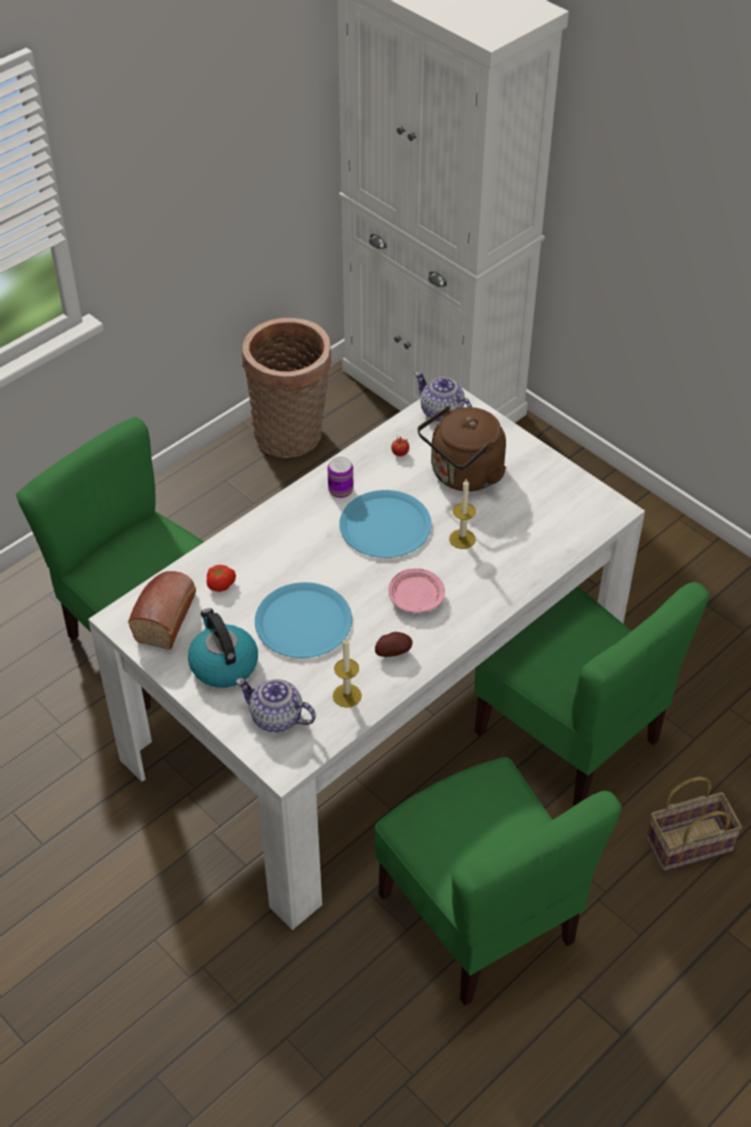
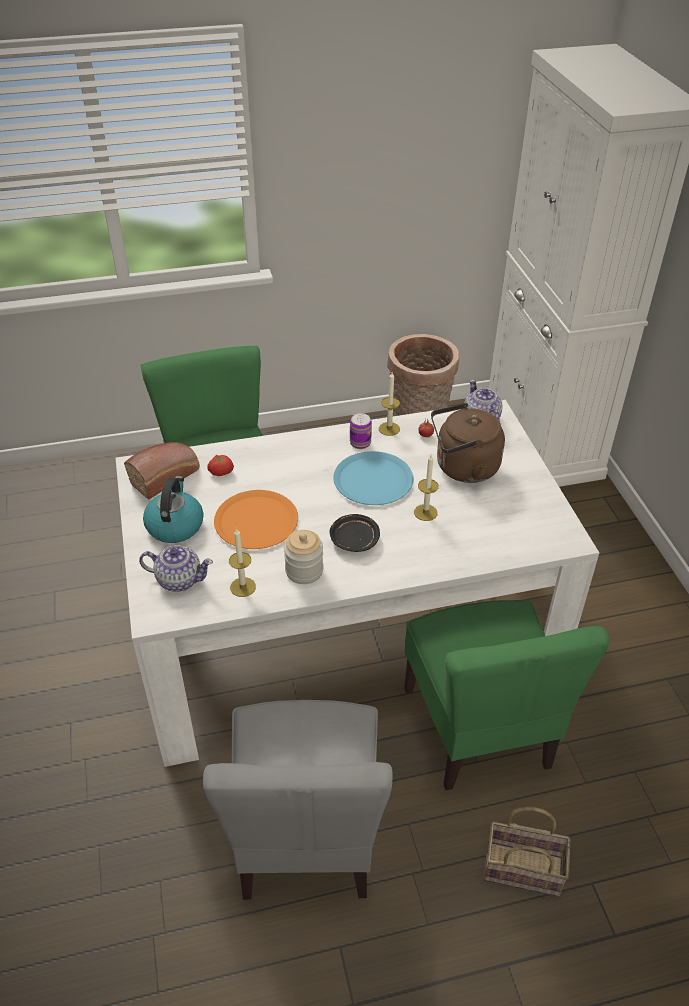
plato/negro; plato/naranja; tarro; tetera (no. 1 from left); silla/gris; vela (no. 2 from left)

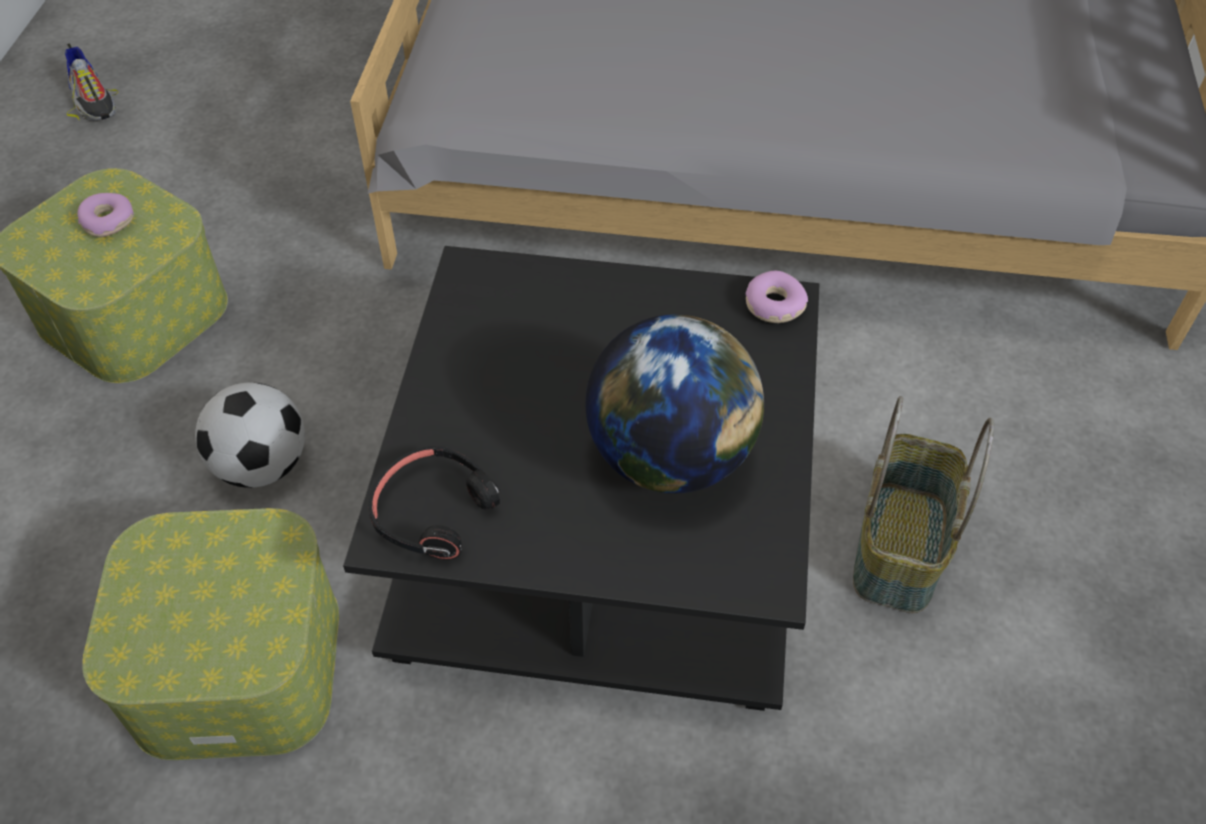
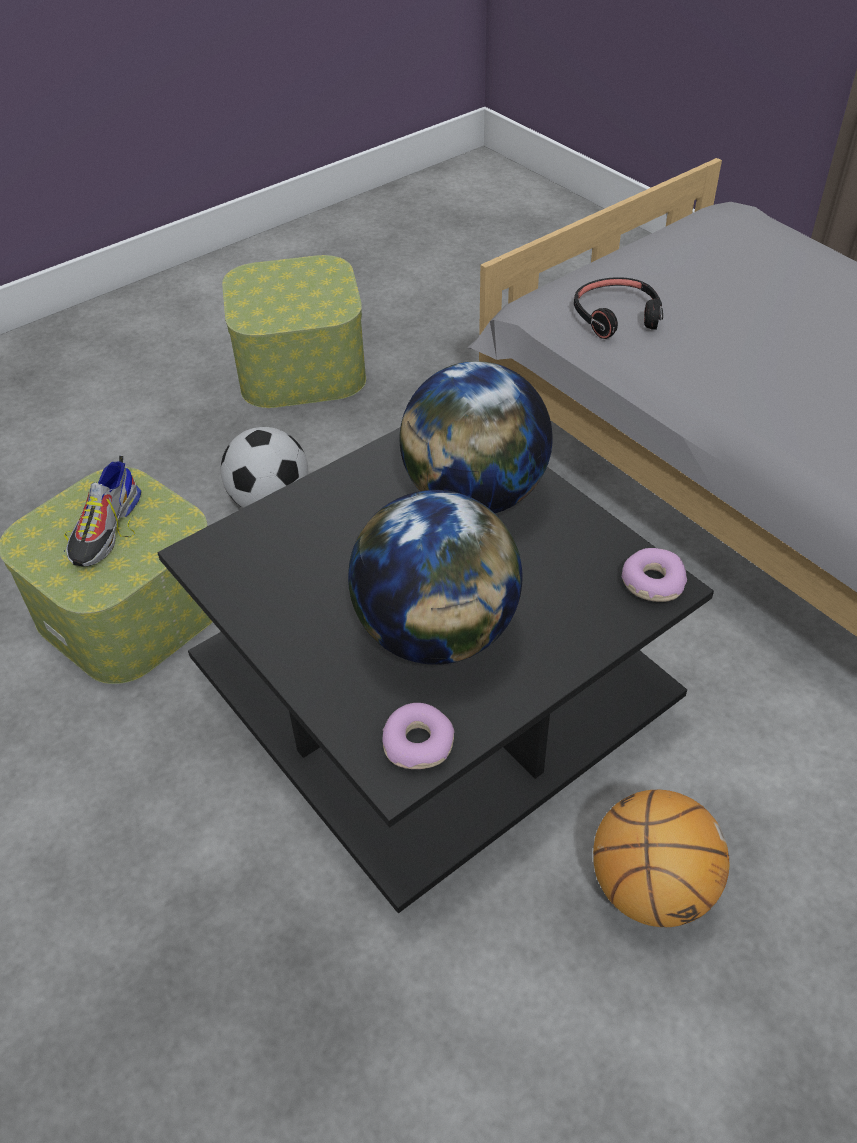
zapato; rosquilla (no. 1 from left); balón de baloncesto; auriculares/negro; globo terráqueo (no. 2 from left)

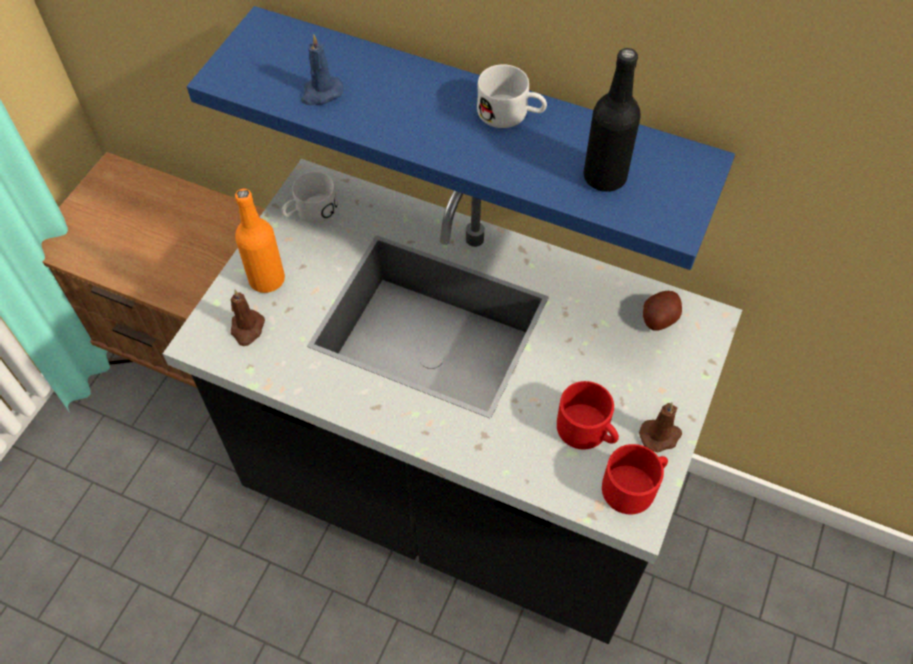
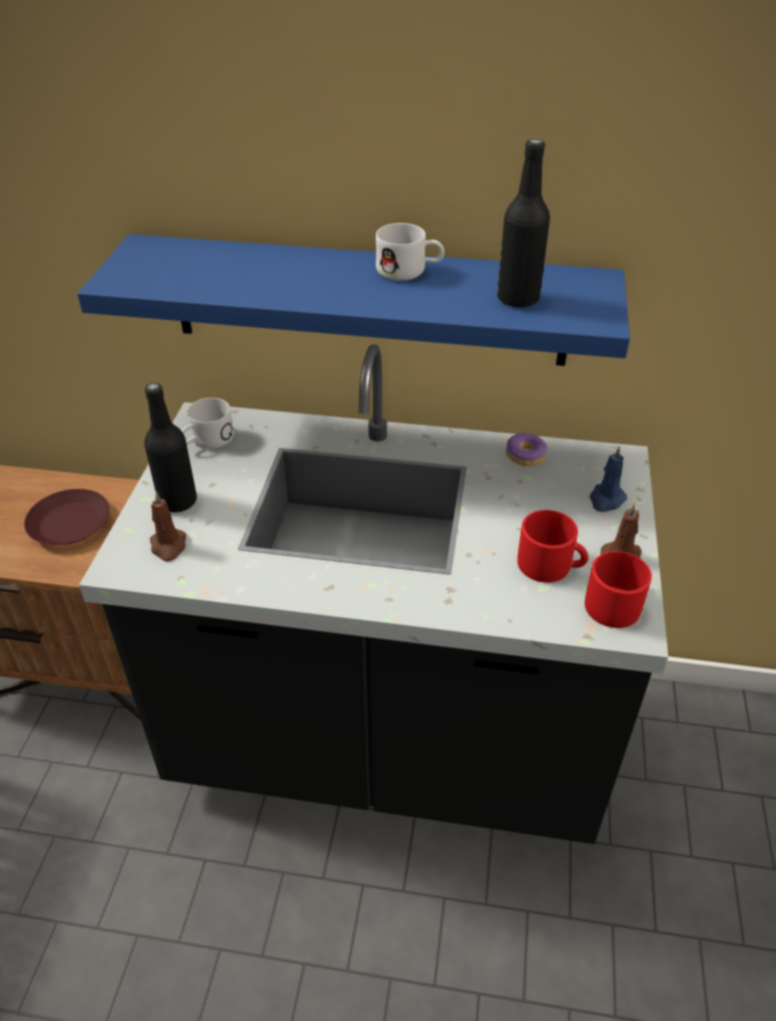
vela/azul; botella/negro (no. 1 from left); patata; rosquilla; plato/marrón

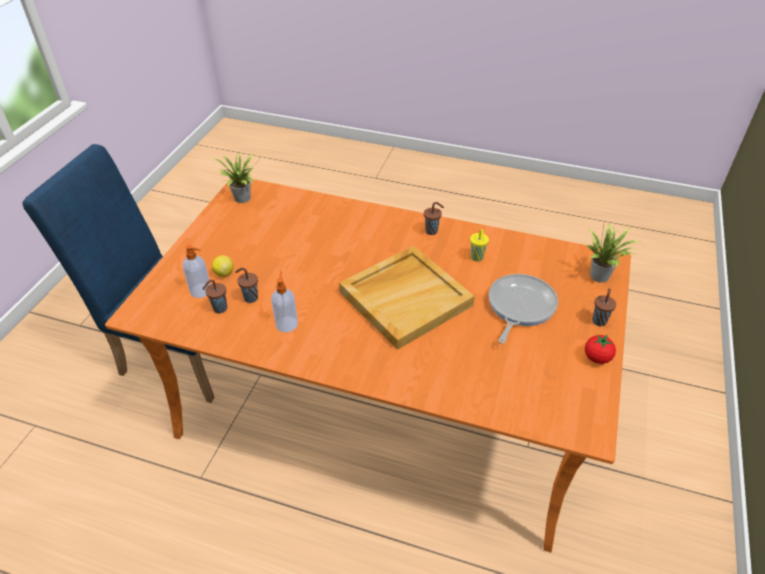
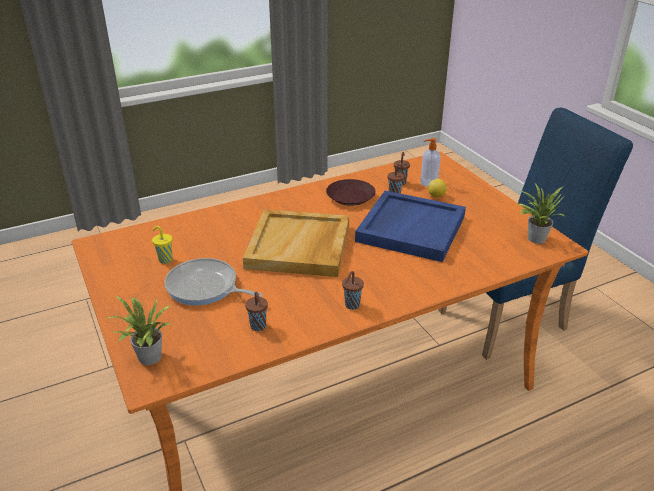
taza/amarillo; plato/marrón; sartén; taza/marrón (no. 1 from left); tomate; bandeja/azul

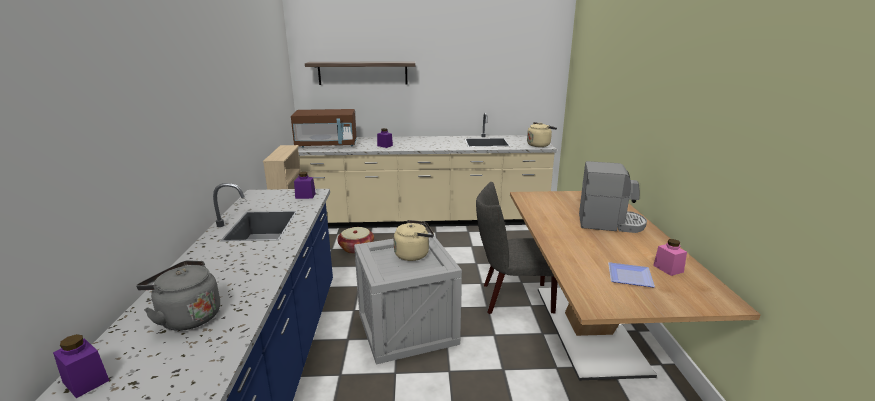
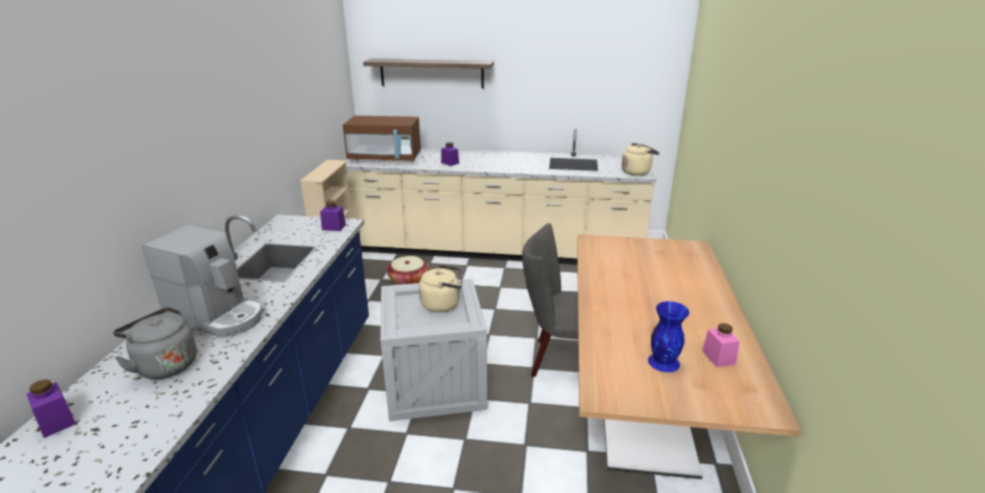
cafetera; florero/azul

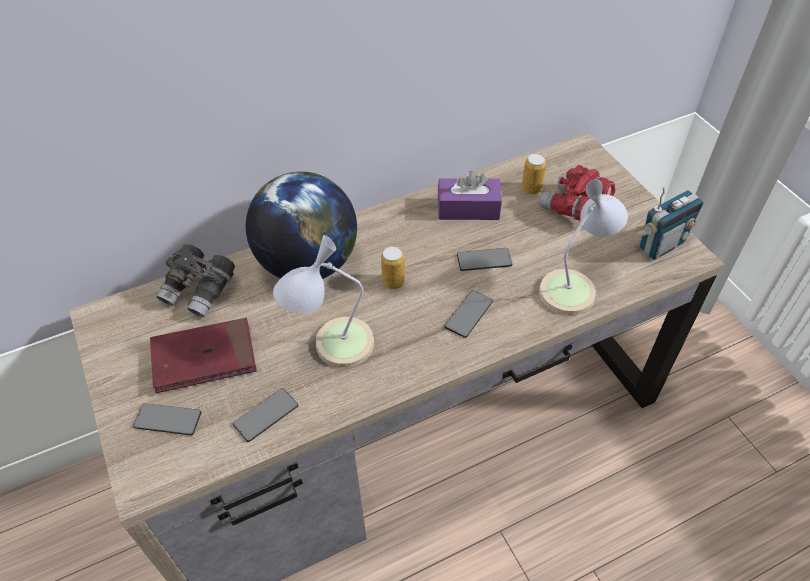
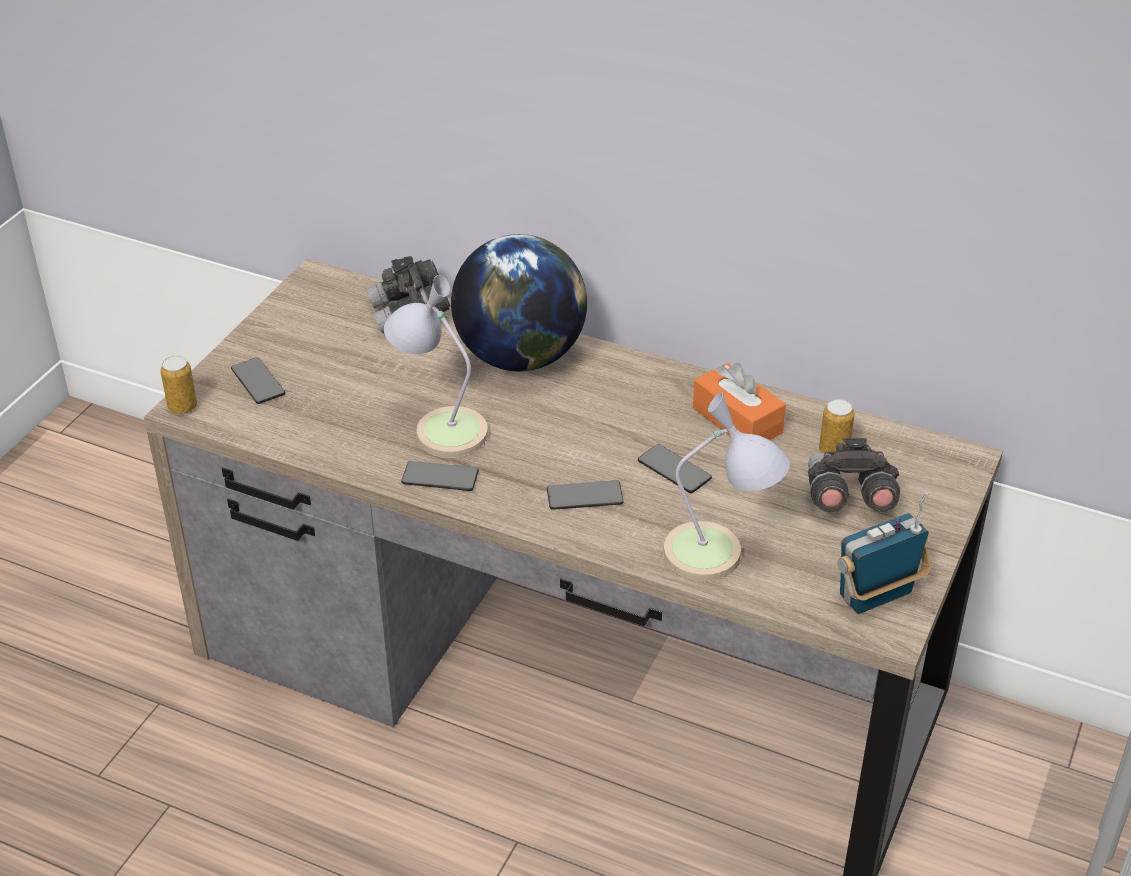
prismáticos/gris (no. 2 from left); caja de pañuelos/naranja; radio; lata (no. 1 from left); libro/rojo; móvil (no. 2 from left)

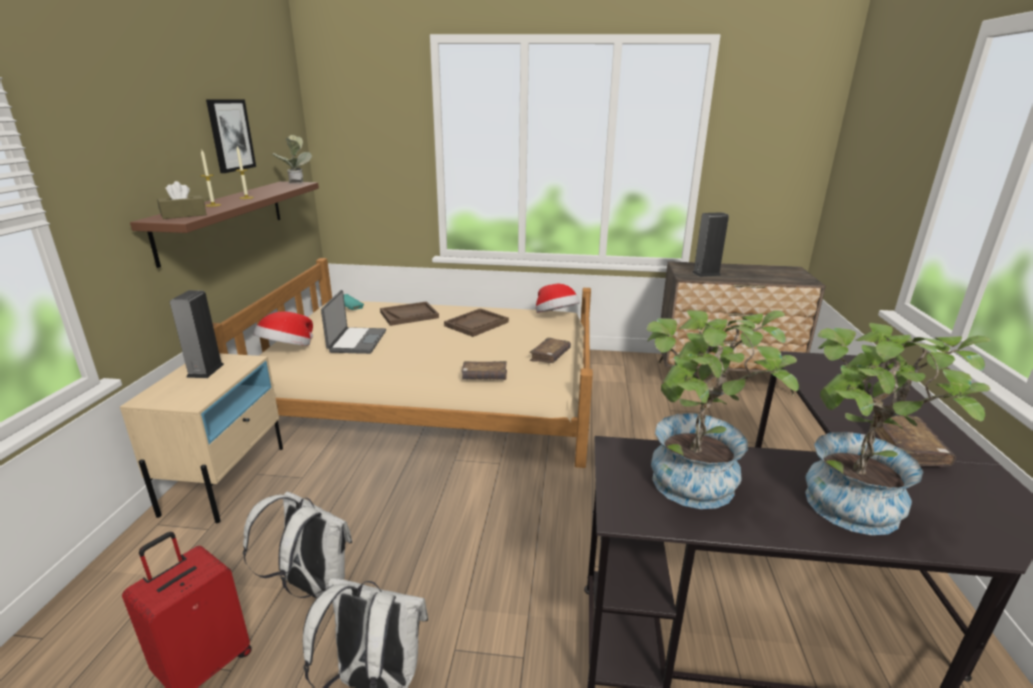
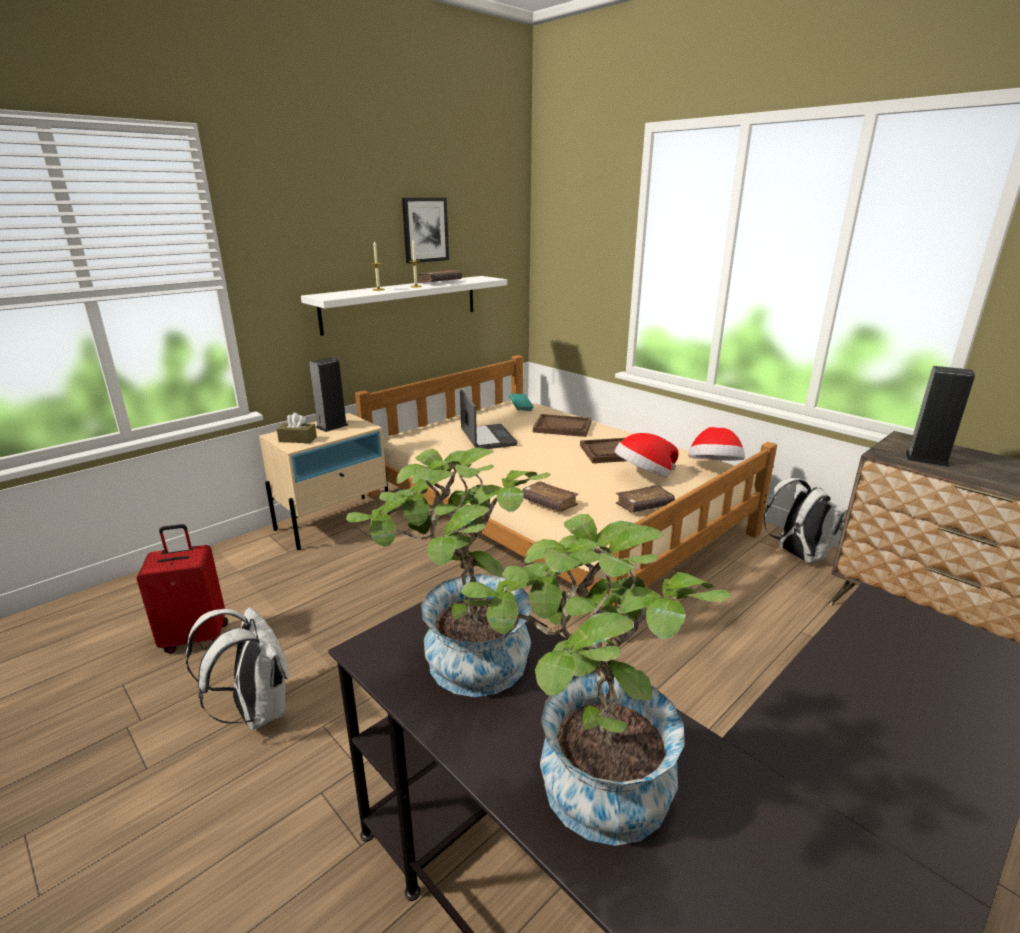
planta en maceta (no. 1 from left in the first image); estante/blanco; caja de pañuelos/marrón; portátil; sombrero (no. 1 from left); libro/marrón (no. 1 from left); mochila/blanco (no. 2 from left)

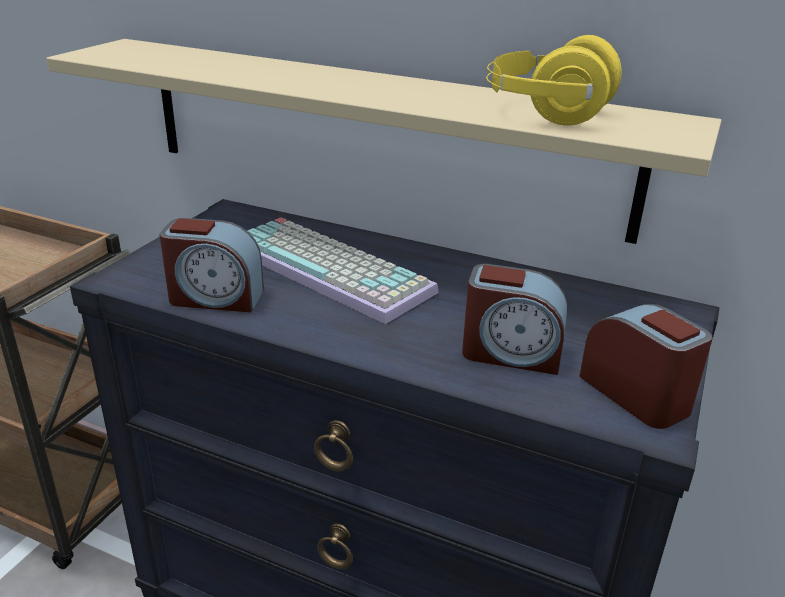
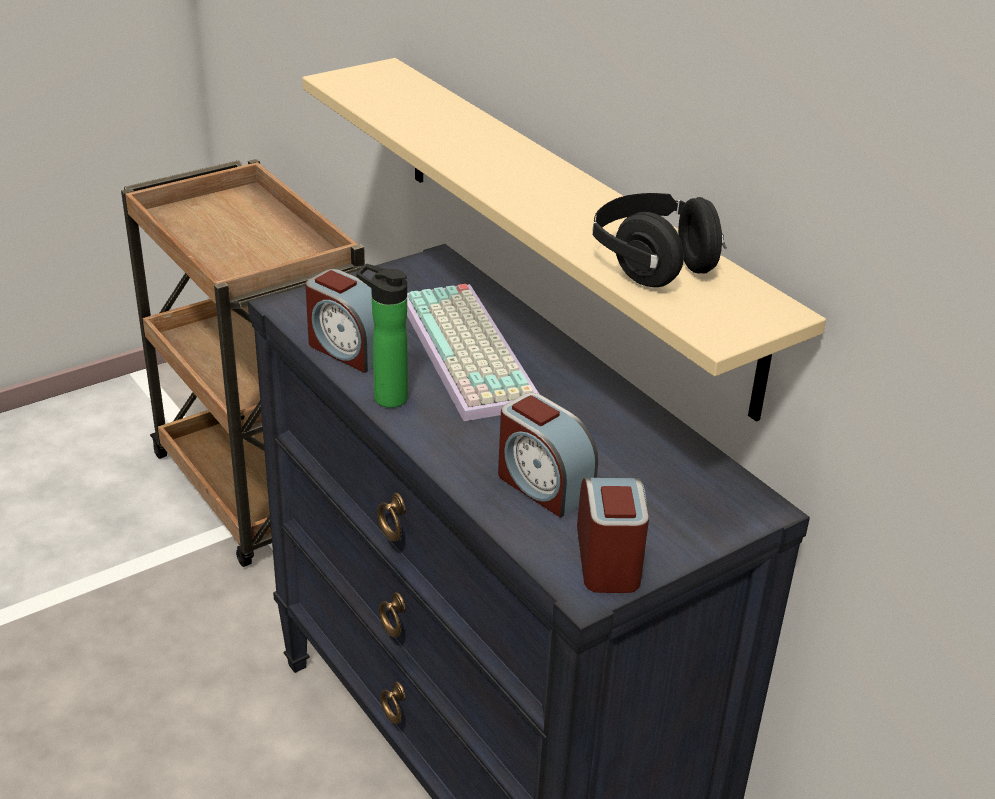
auriculares/negro; botella

